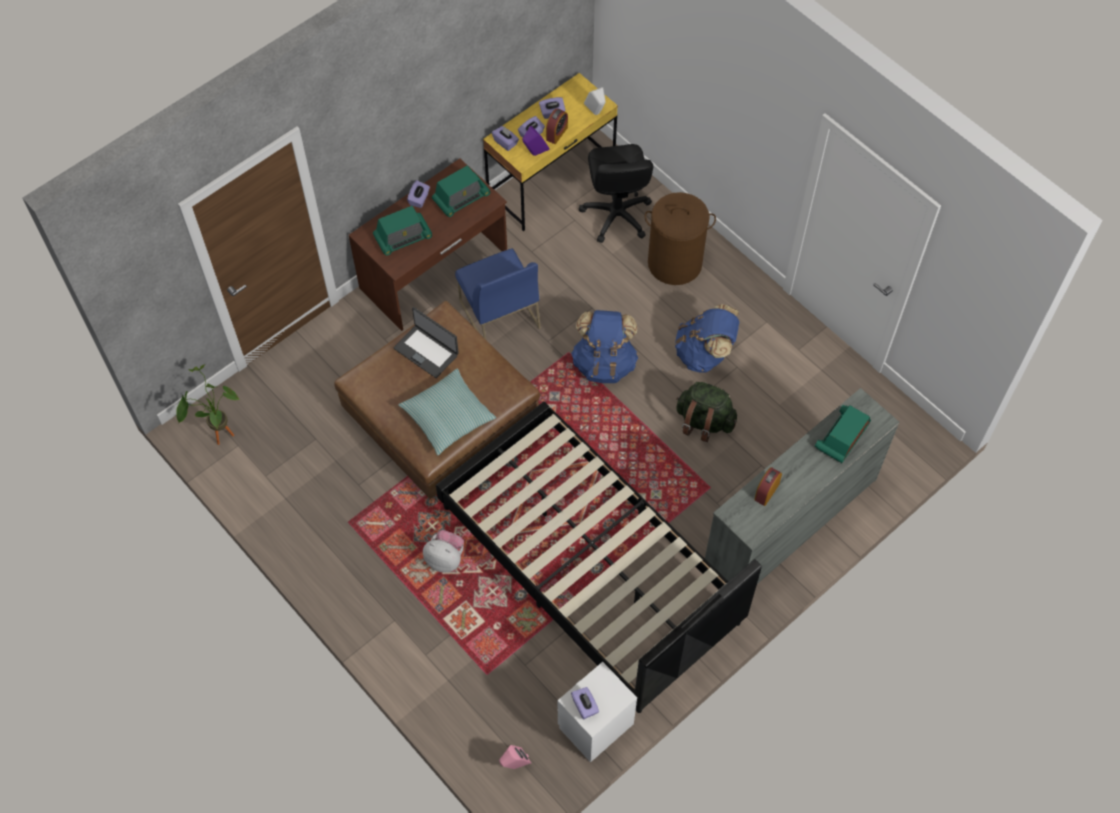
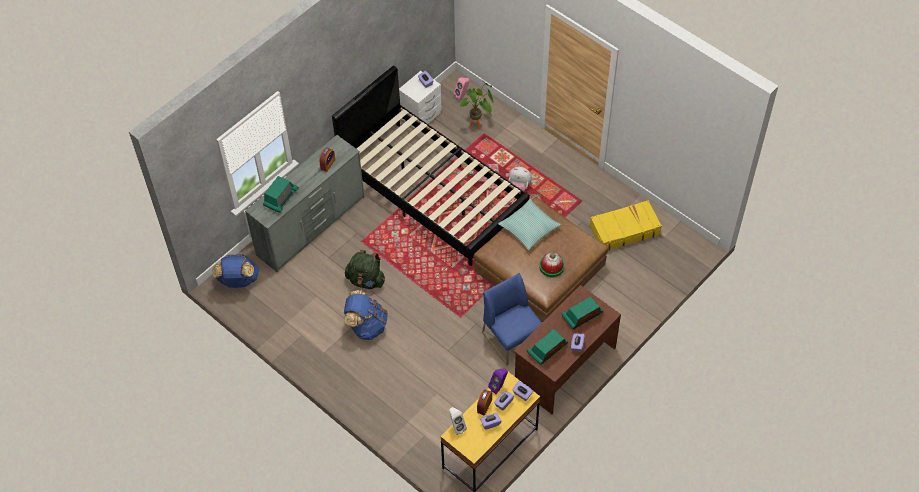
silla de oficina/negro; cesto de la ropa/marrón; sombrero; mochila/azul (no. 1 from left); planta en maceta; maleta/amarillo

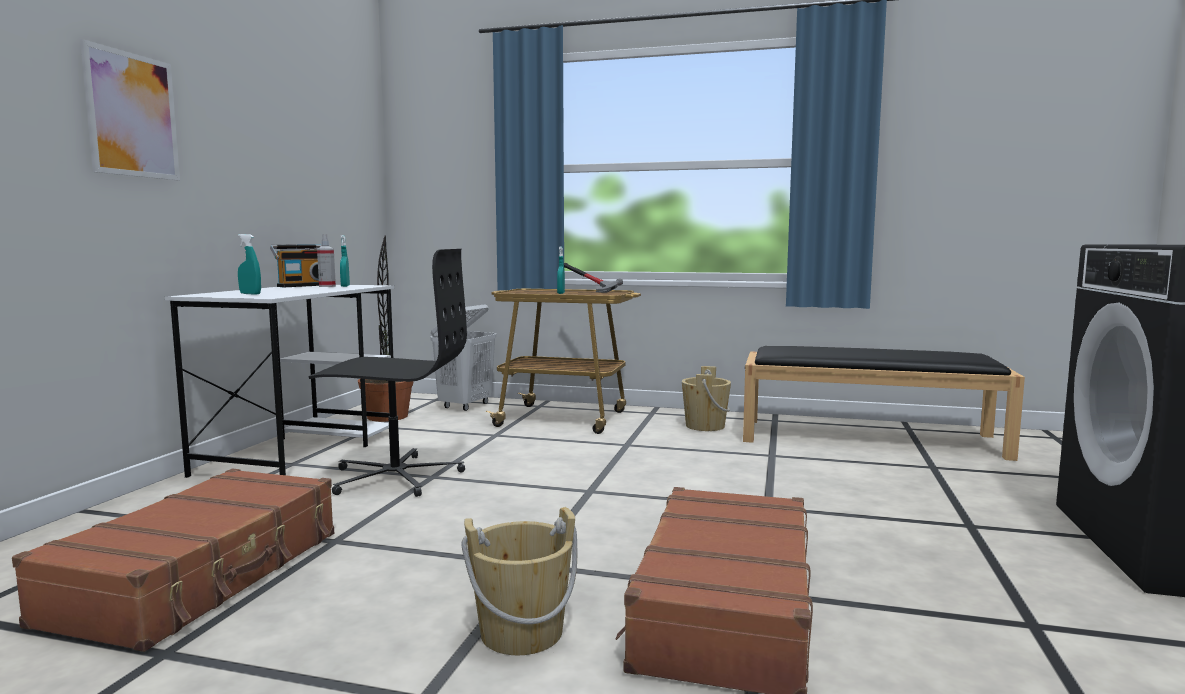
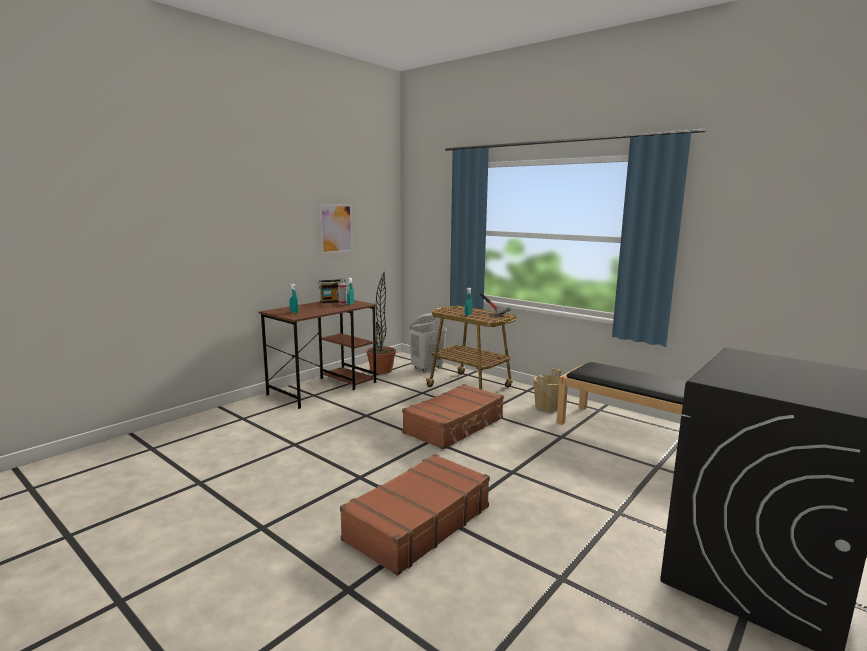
cuadro; silla de oficina/negro; escritorio/marrón; maleta/marrón (no. 2 from left); cubo/beis (no. 1 from left in the first image)

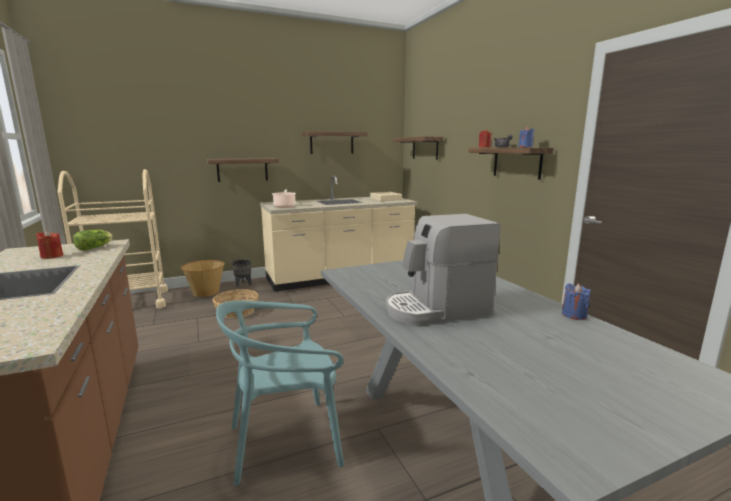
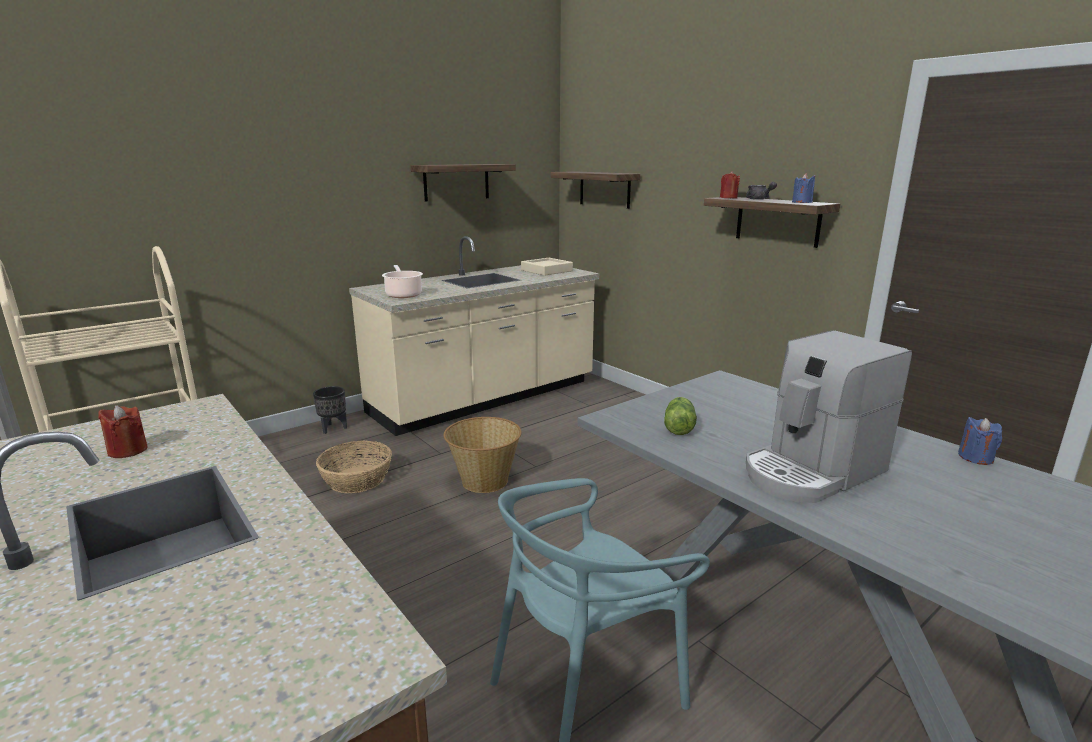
estante (no. 1 from left in the first image); lechuga; cesta (no. 2 from left)

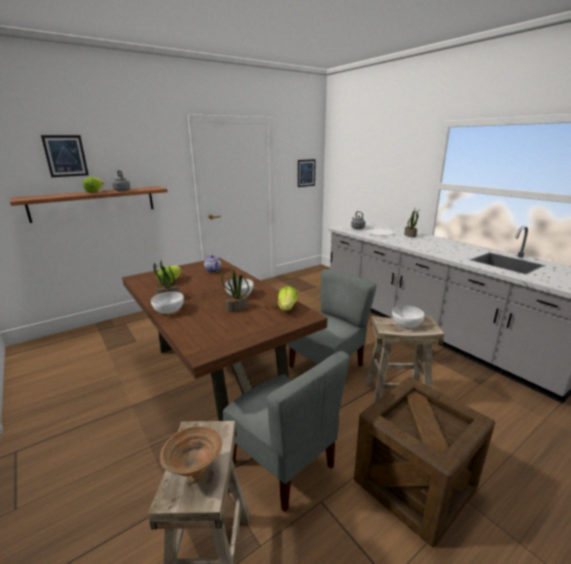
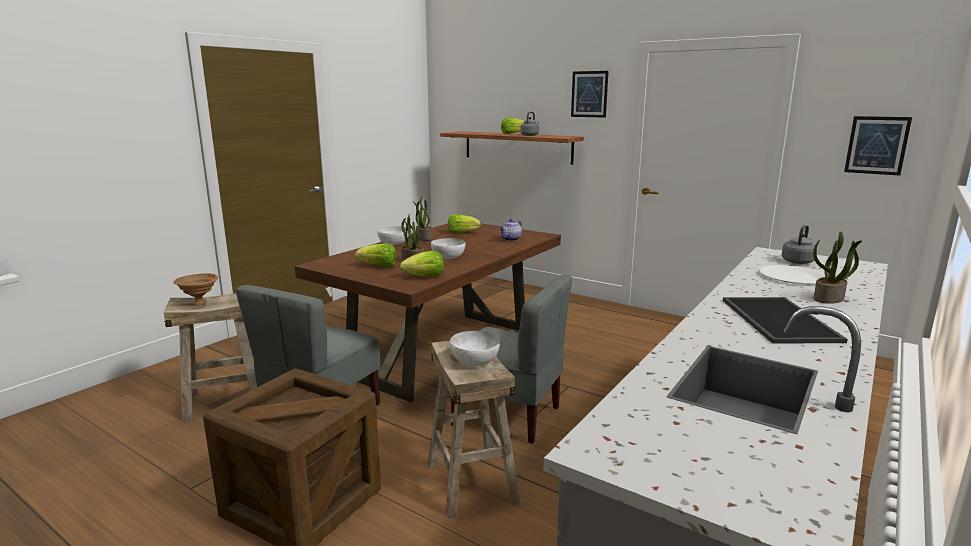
cuadro (no. 1 from left); lechuga (no. 1 from left); bandeja

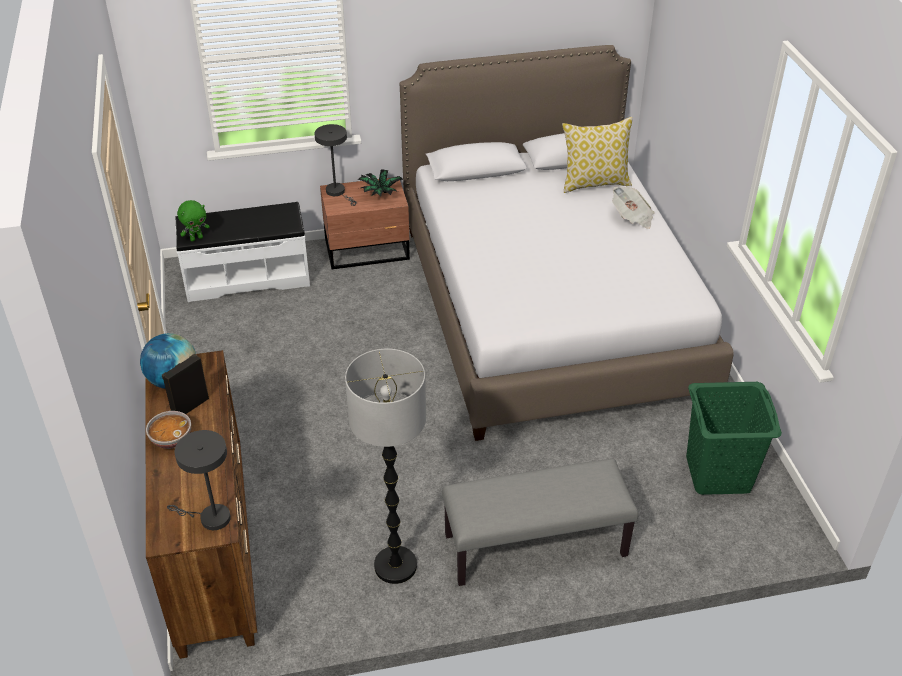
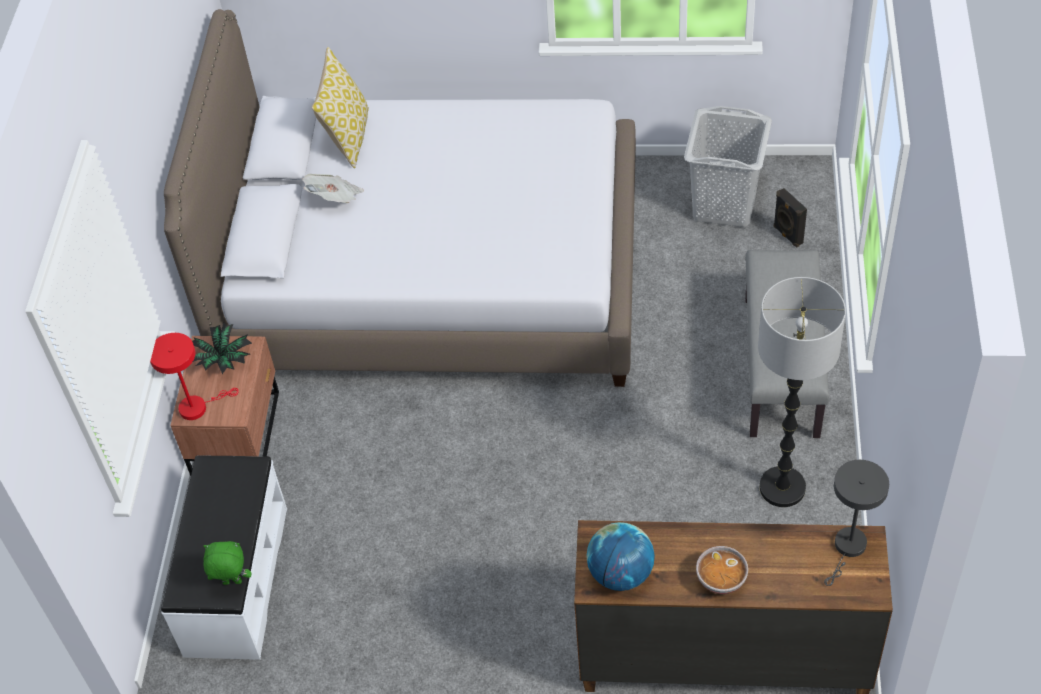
lámpara de mesa/rojo; periódico; peluche/verde; altavoz/negro; cesto de la ropa/gris

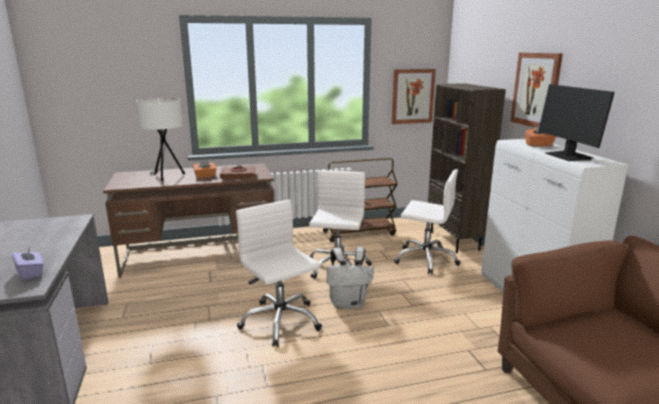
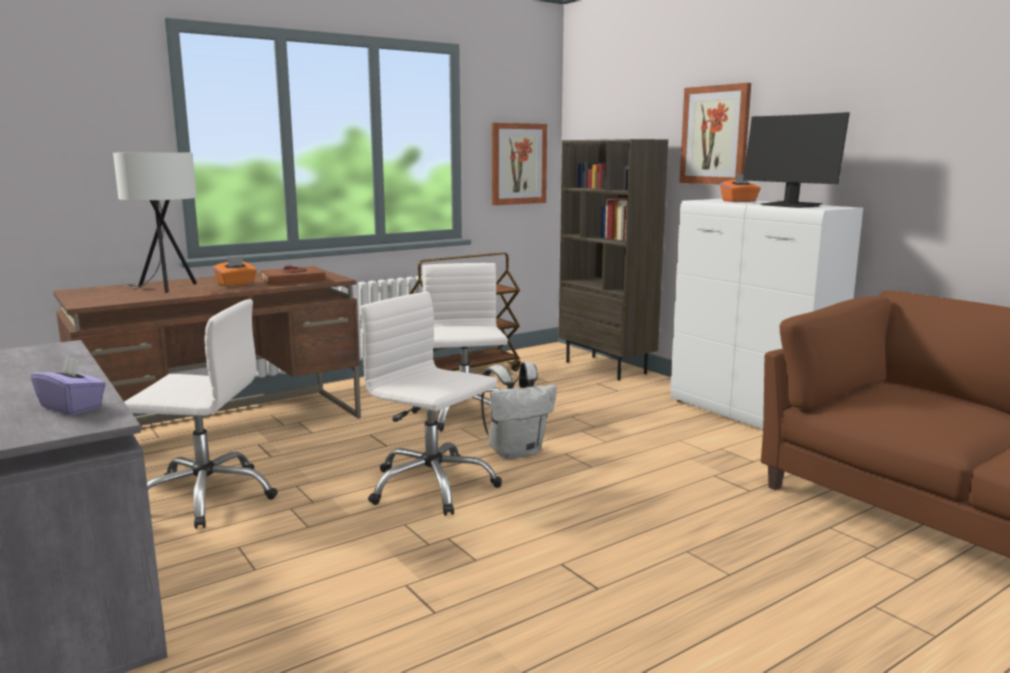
silla de oficina/blanco (no. 1 from left)

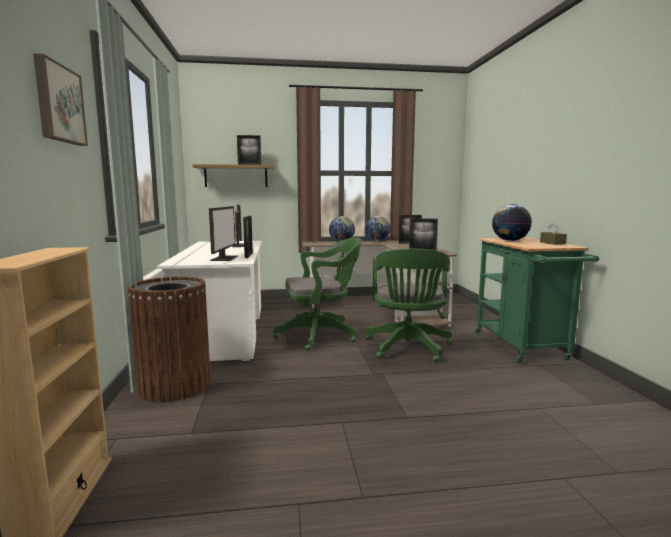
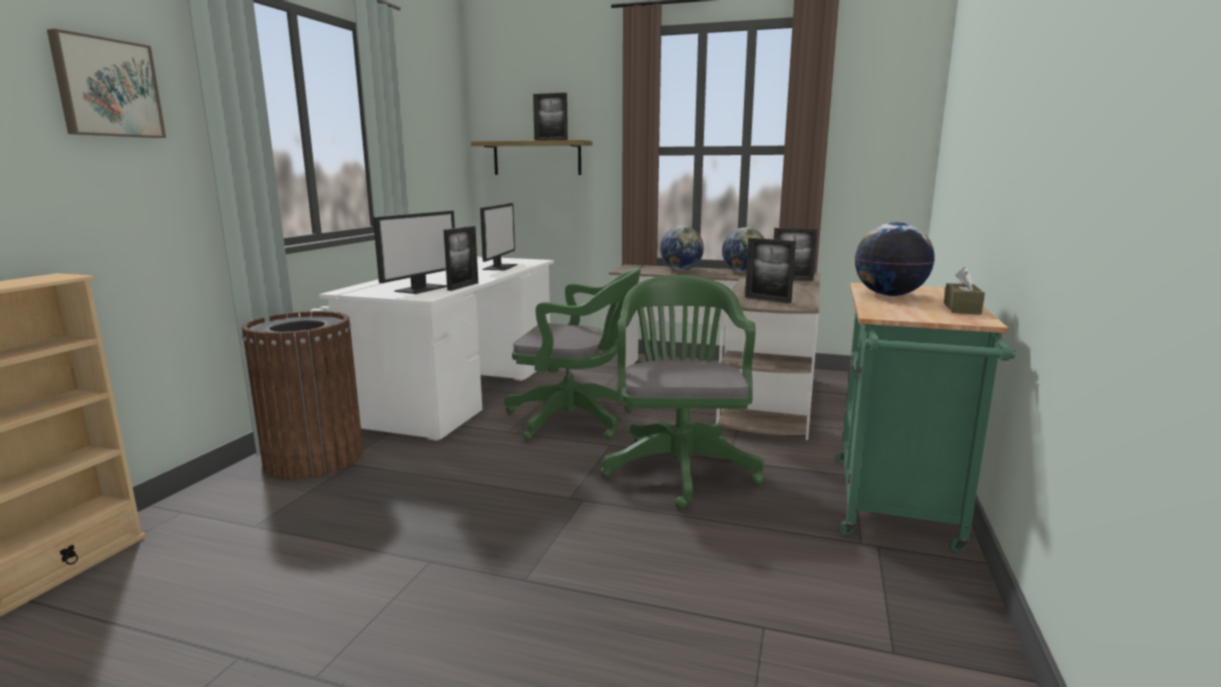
silla de oficina/verde (no. 2 from left)

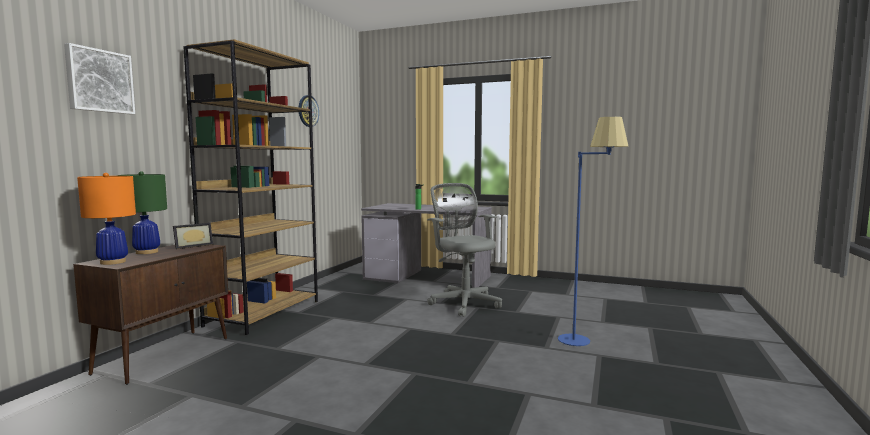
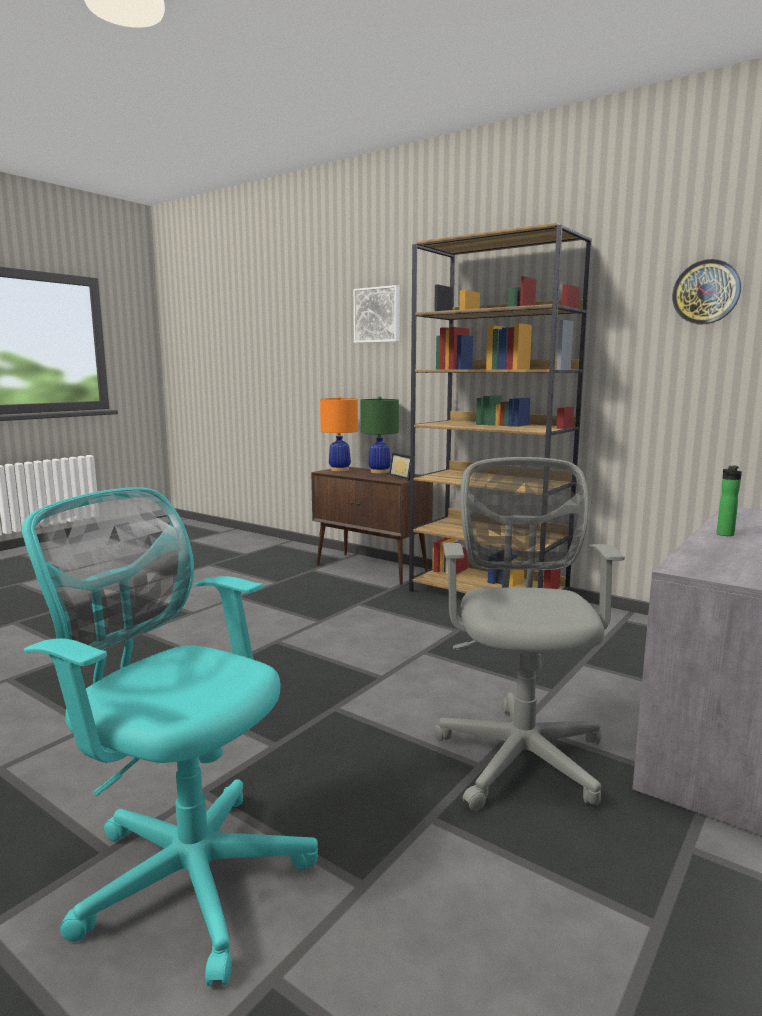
silla de oficina/turquesa; silla de oficina/gris

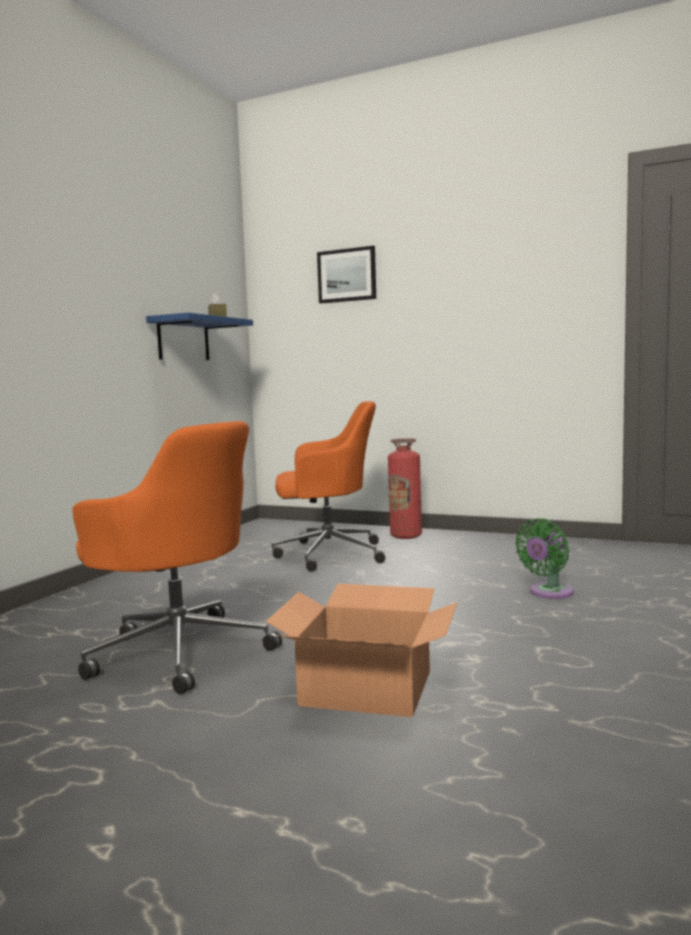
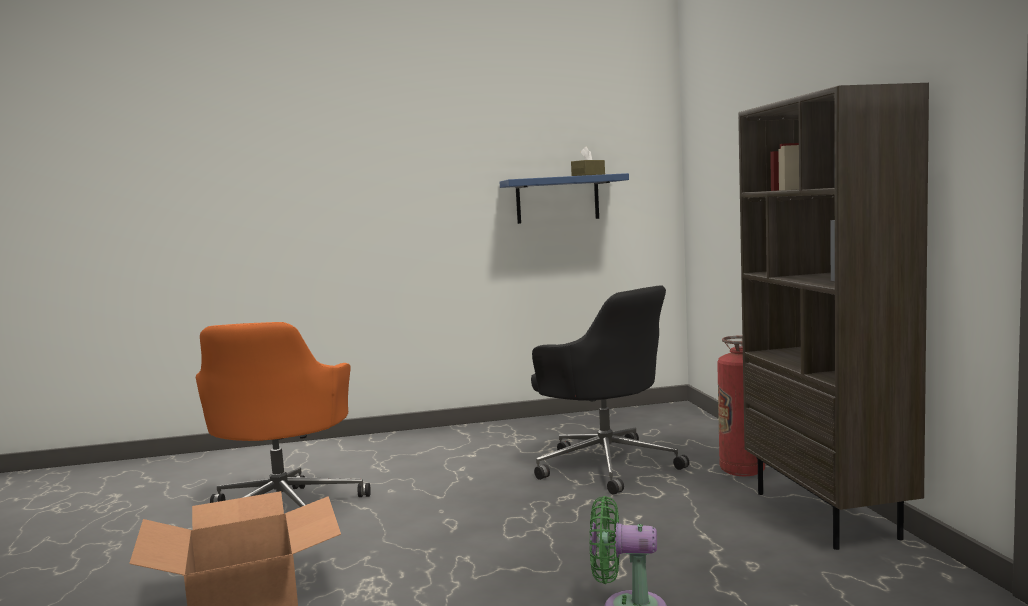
cuadro; silla de oficina/negro; estantería/marrón

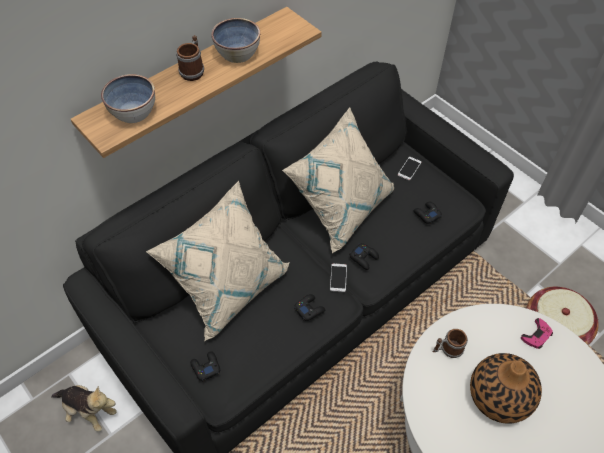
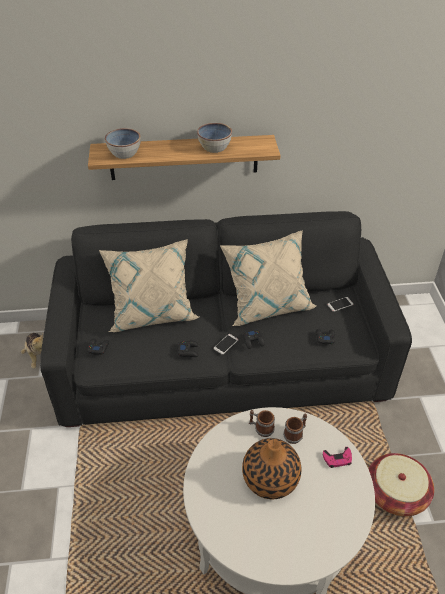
taza grande (no. 2 from left)

